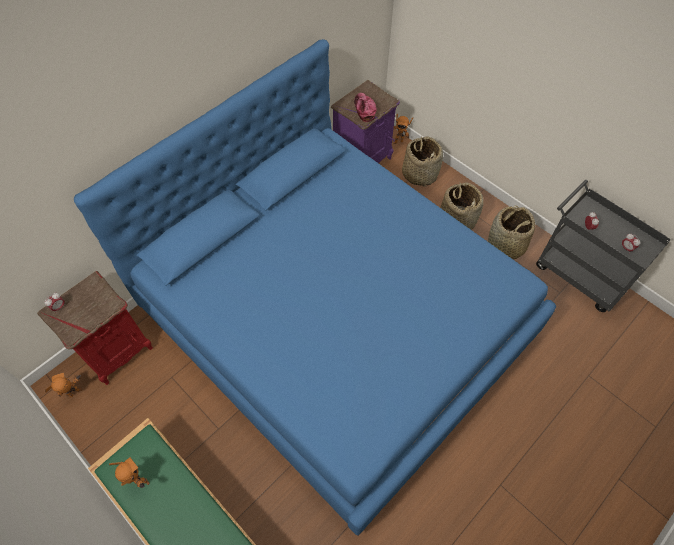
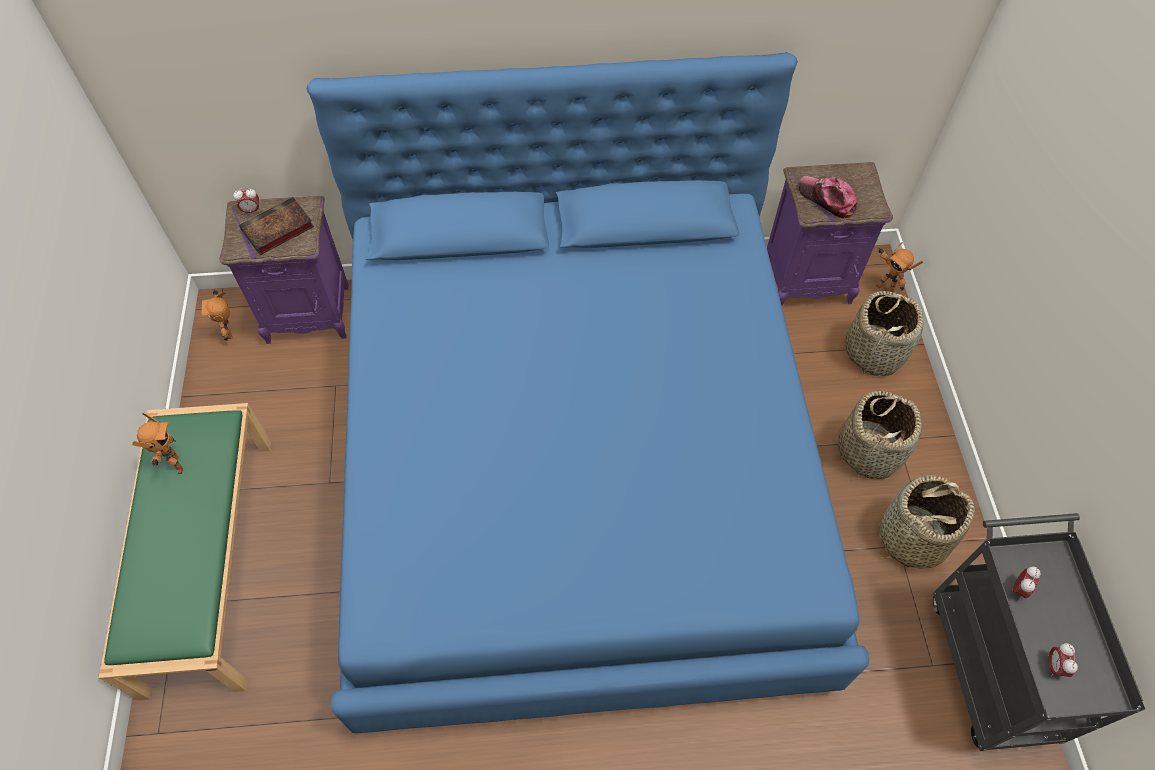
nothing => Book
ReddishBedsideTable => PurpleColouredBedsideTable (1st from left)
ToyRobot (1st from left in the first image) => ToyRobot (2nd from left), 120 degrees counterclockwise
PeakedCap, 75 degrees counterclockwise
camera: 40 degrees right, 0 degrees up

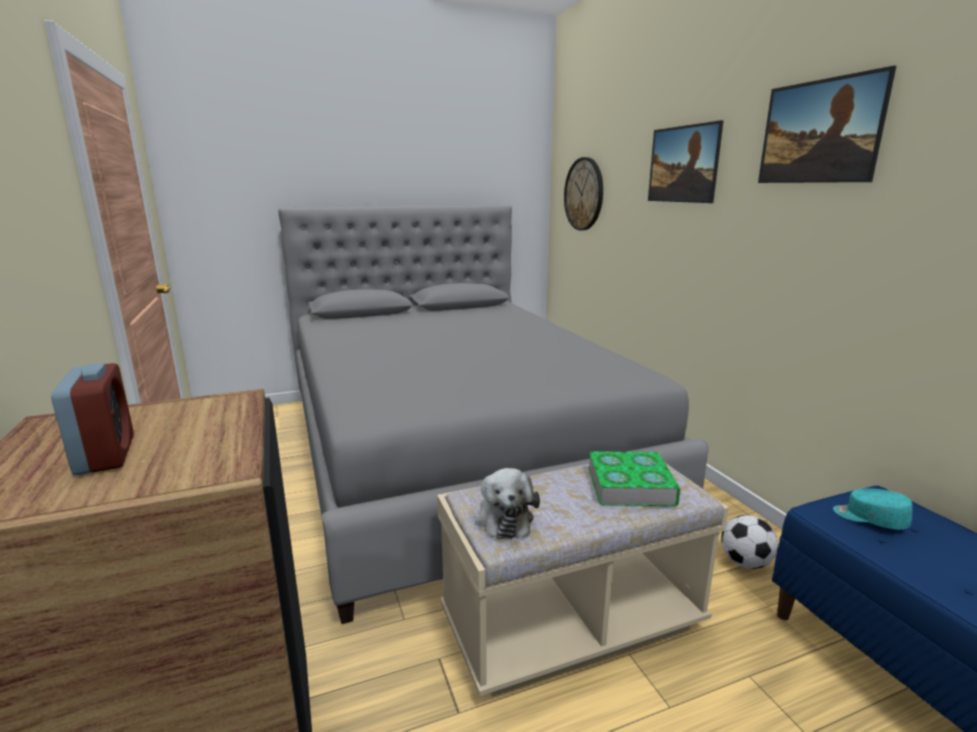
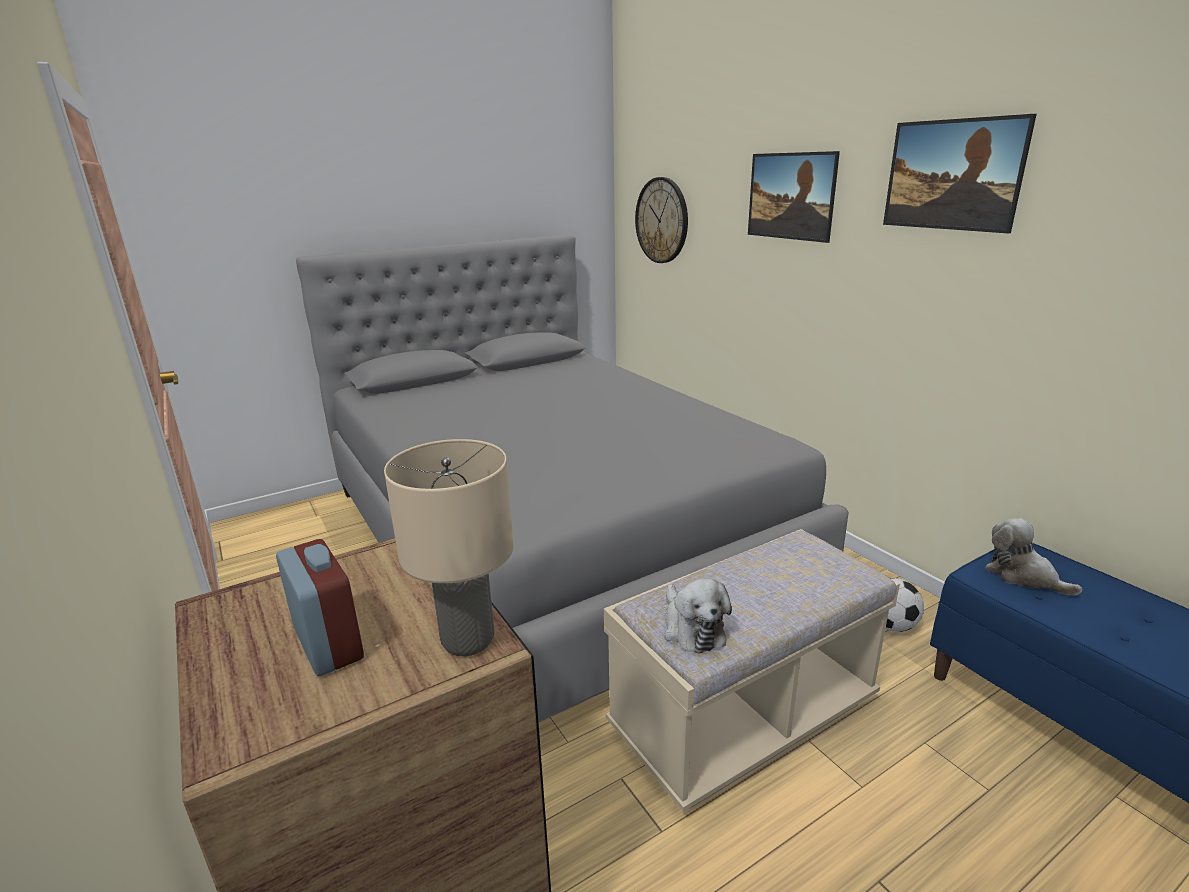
Book => nothing
nothing => BeigeTabletopLamp
BlueGreenPeakedCap => SoftToy (2nd from left)
camera: 10 degrees left, 5 degrees up

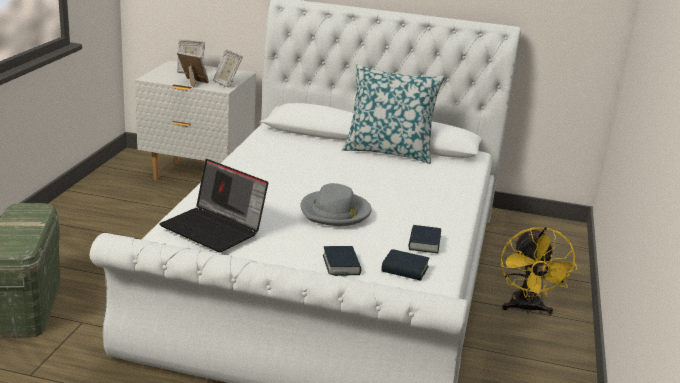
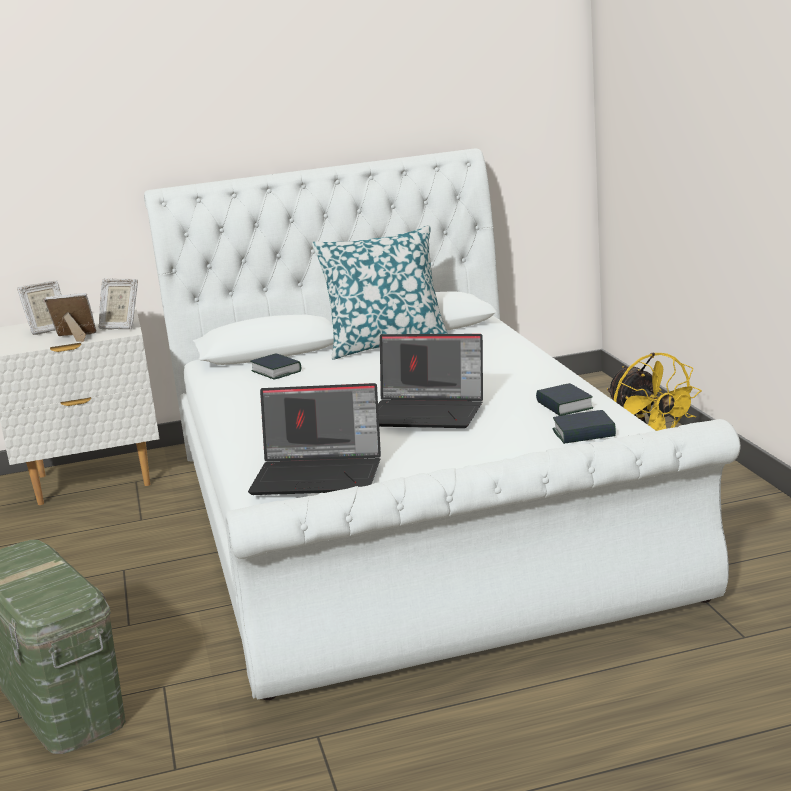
Book (1st from left), moved
GrayClothingHat => PortableComputer (2nd from left)
camera: 25 degrees left, 5 degrees down

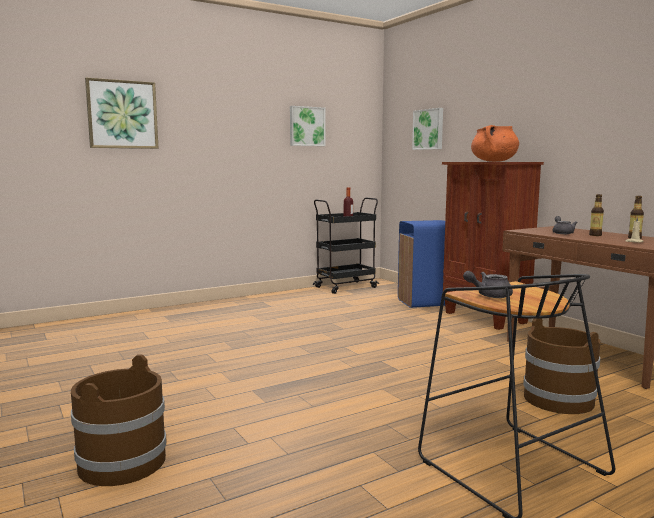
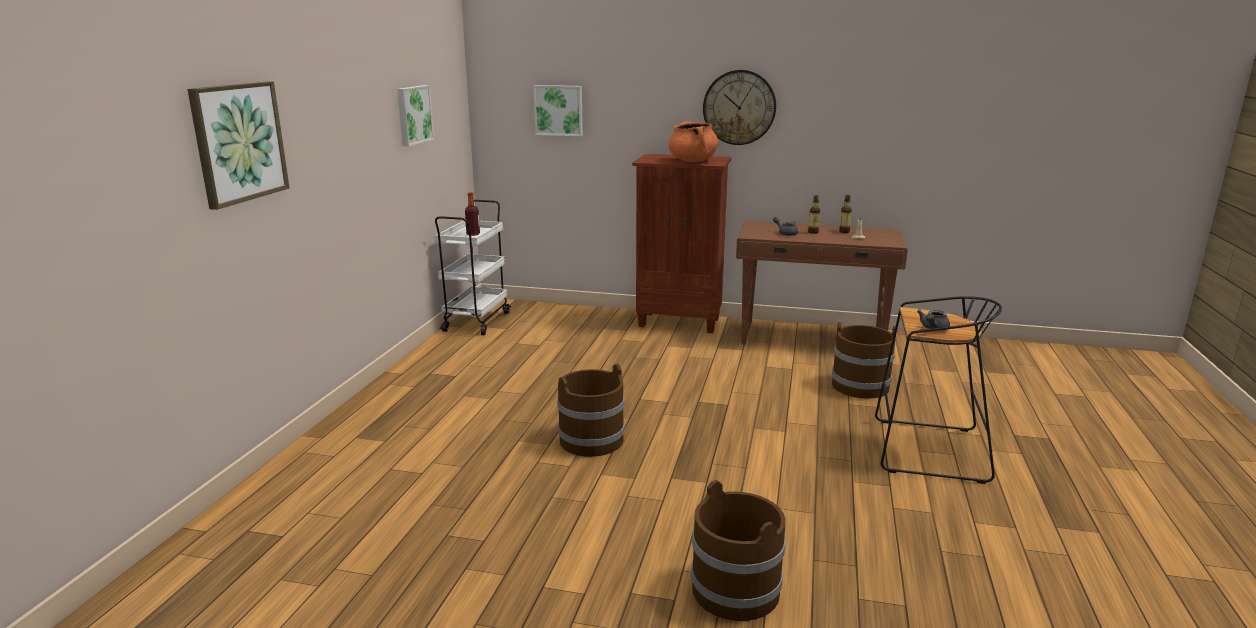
BlueColouredTrashCan => nothing
nothing => BrownPail (1st from left)
nothing => ClockOnTheWall
BlackishCart => WhiteCart
camera: 45 degrees left, 10 degrees up

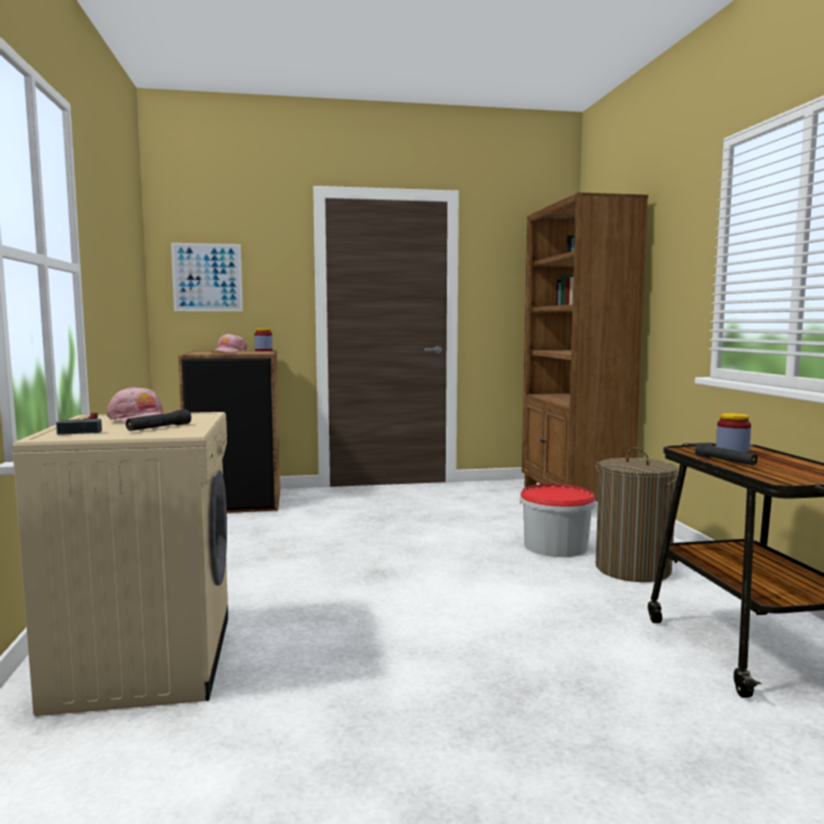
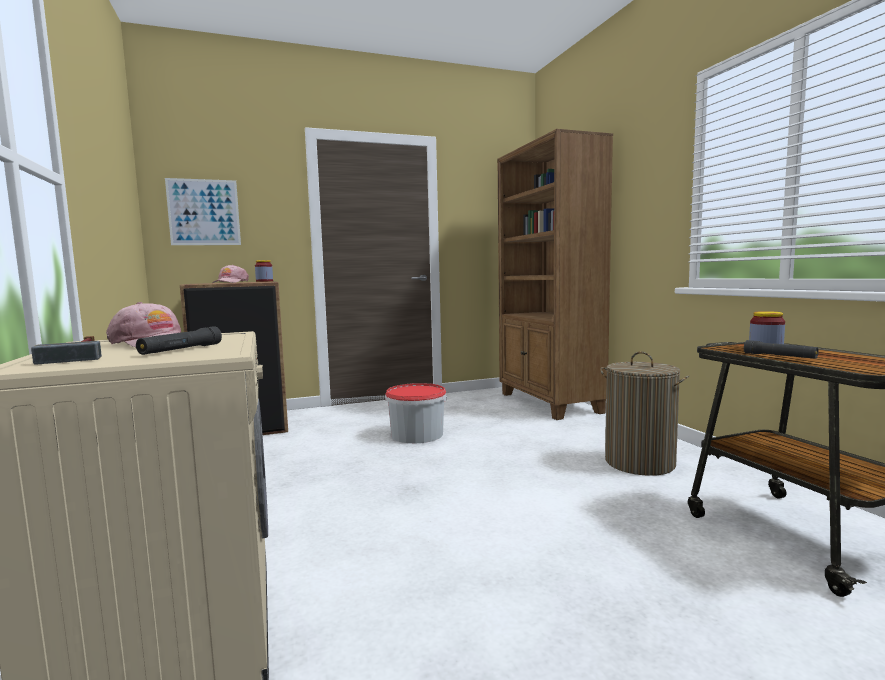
Pail, moved
camera: 10 degrees left, 0 degrees up

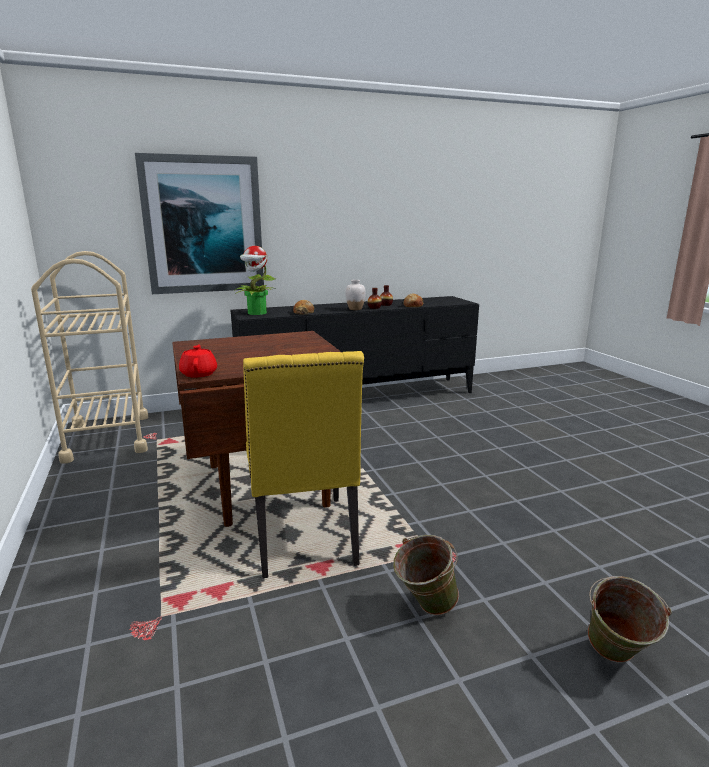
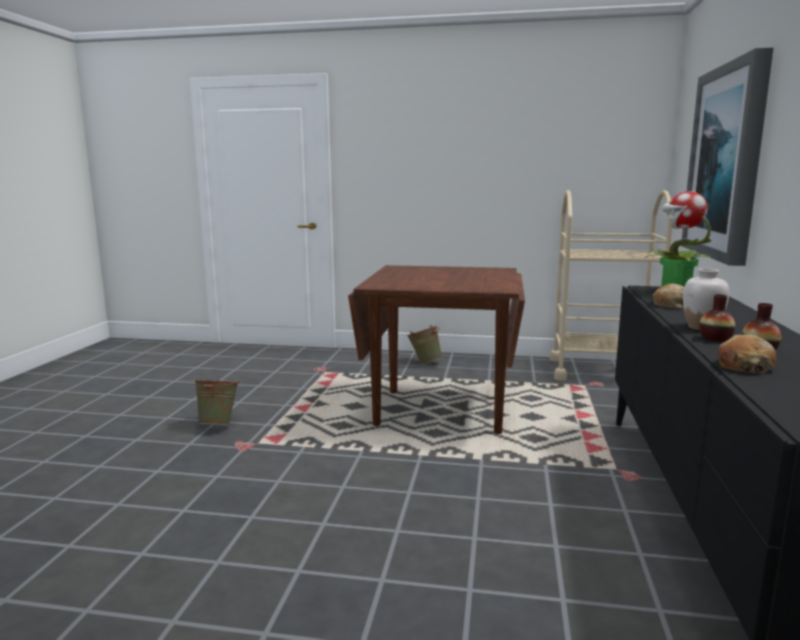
ReddishTeaPot => nothing
YellowPlainChair => nothing
GreenishPail (2nd from left), moved
camera: 120 degrees right, 5 degrees down

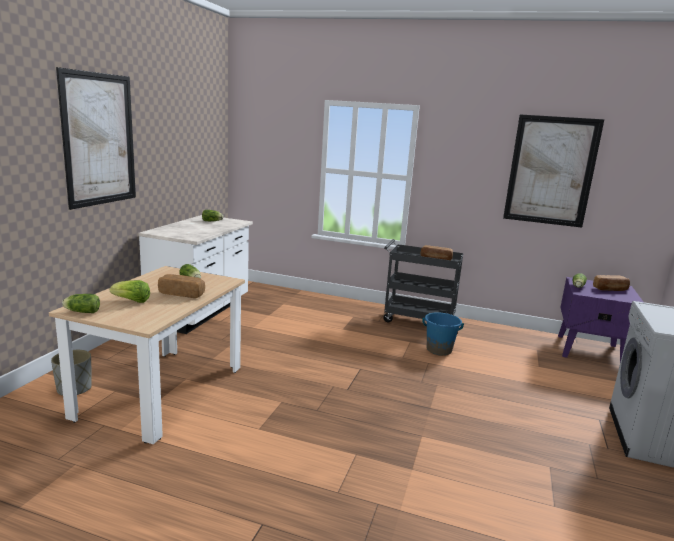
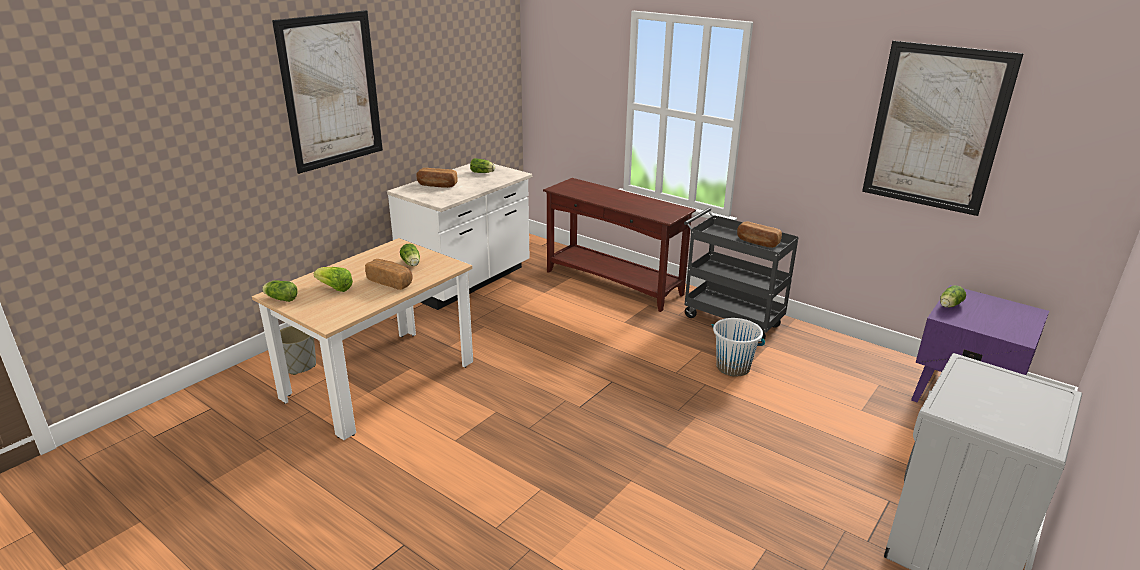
nothing => BrownHallTable
BakedBread (3rd from left in the first image) => BakedBread (2nd from left), moved
BlueColouredPail => WhitePail
camera: 20 degrees right, 10 degrees up

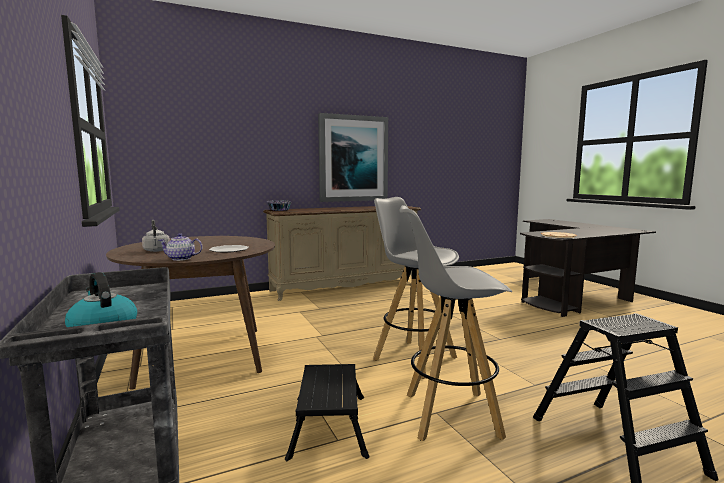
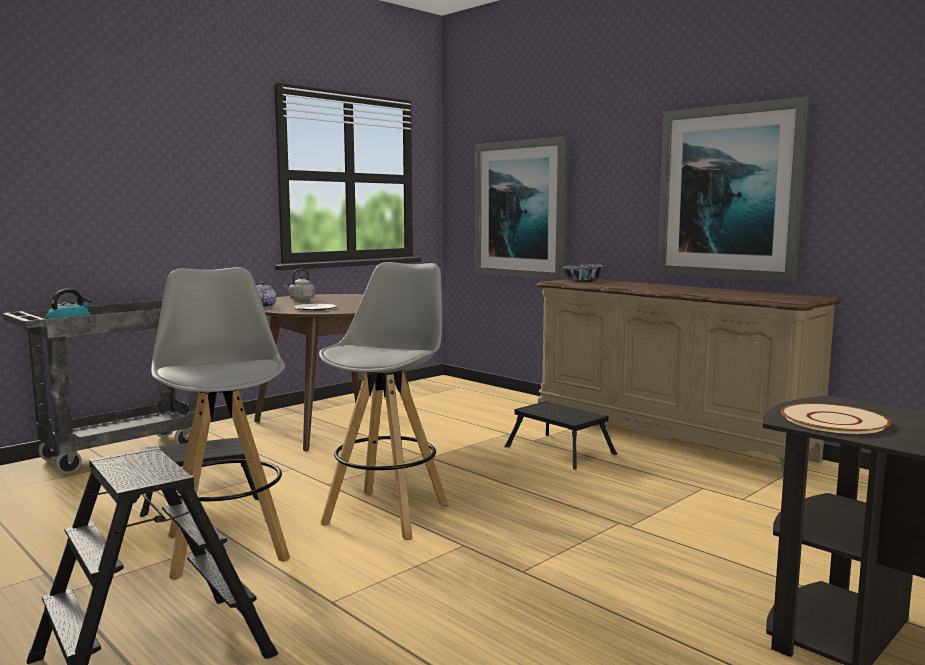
nothing => WallArt (1st from left)
nothing => BlackishStepStool (3rd from left)
camera: 70 degrees right, 0 degrees up

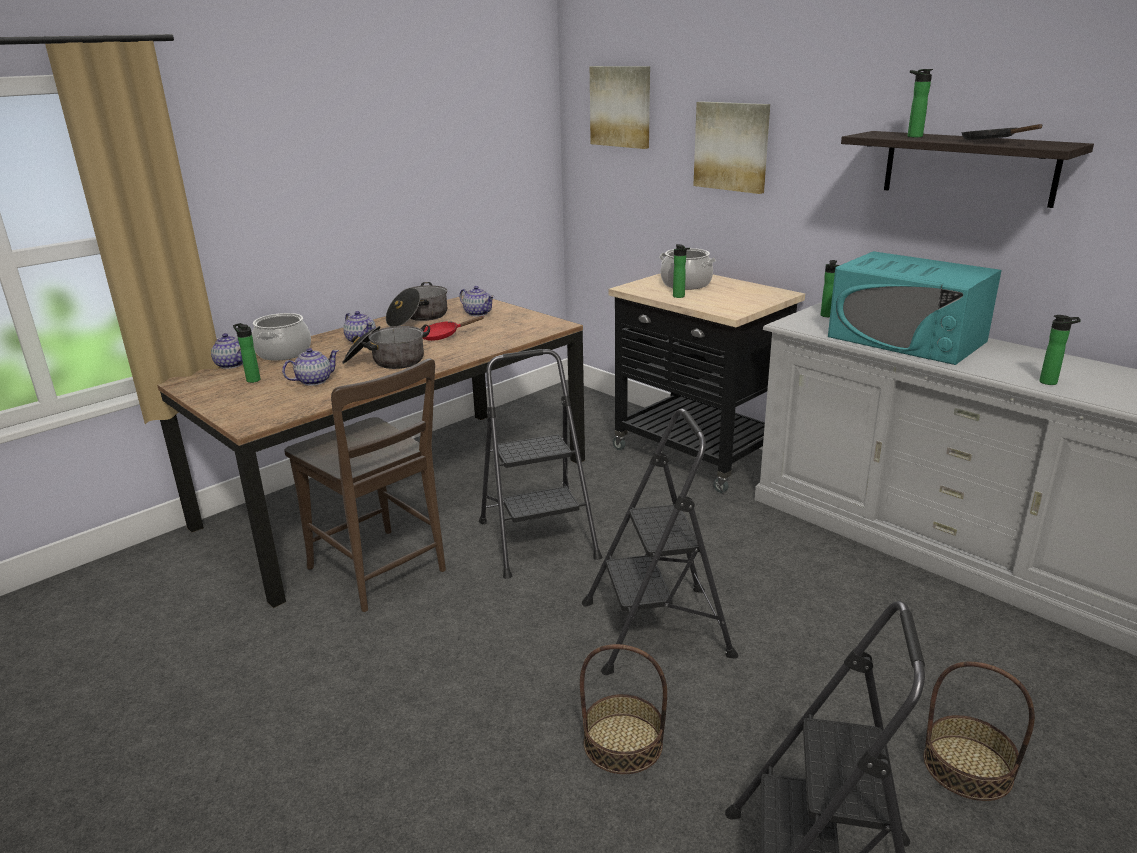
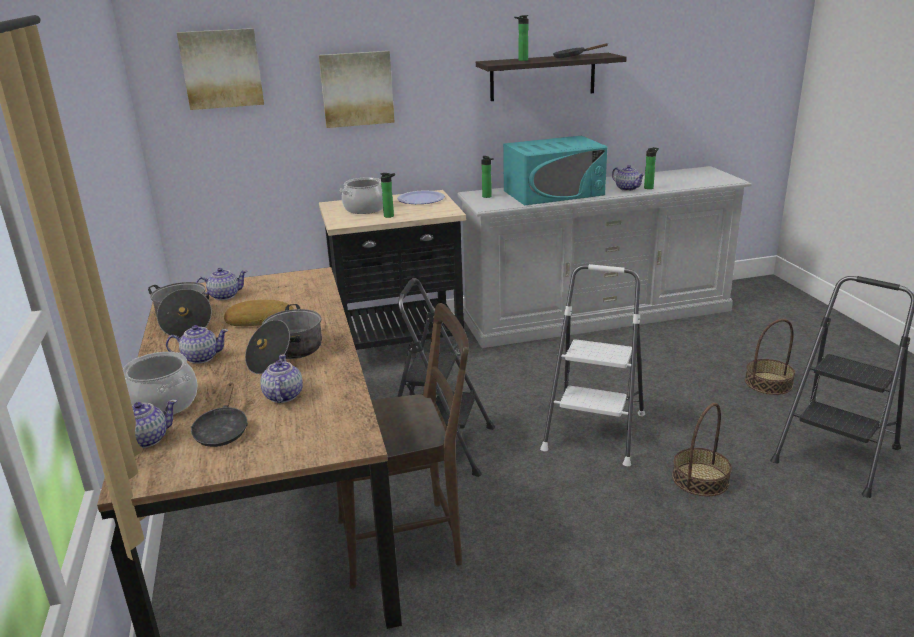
nothing => Plate
nothing => TeaPot (5th from left)
Bottle (1st from left) => BlackishSkillet (1st from left)
ReddishSkillet => BakedBread
BlackishStepStool (2nd from left) => WhiteStepStool
camera: 60 degrees left, 0 degrees up

